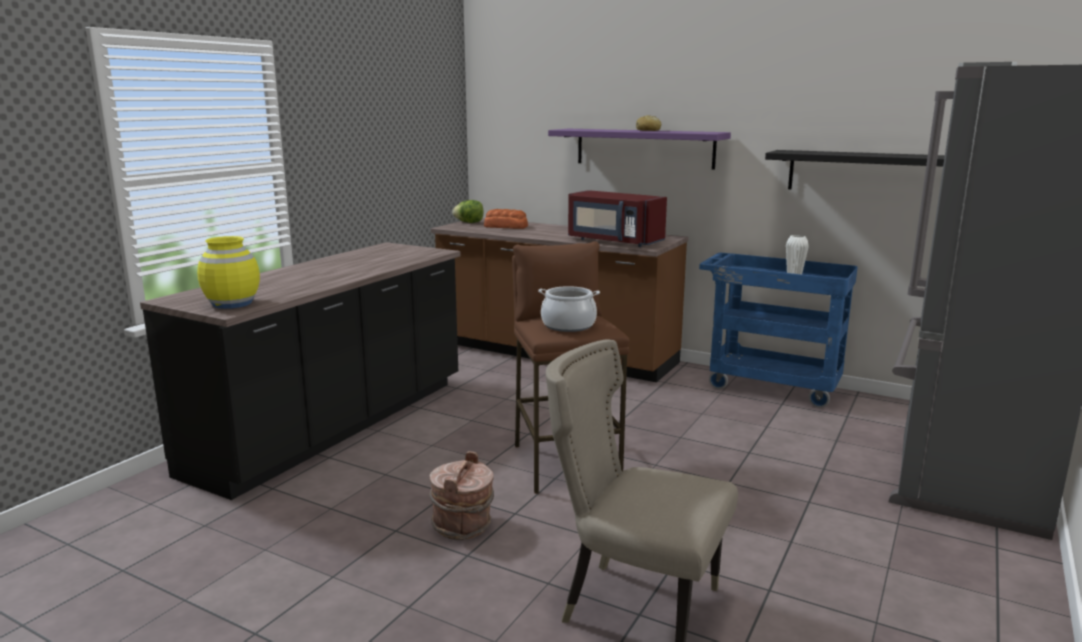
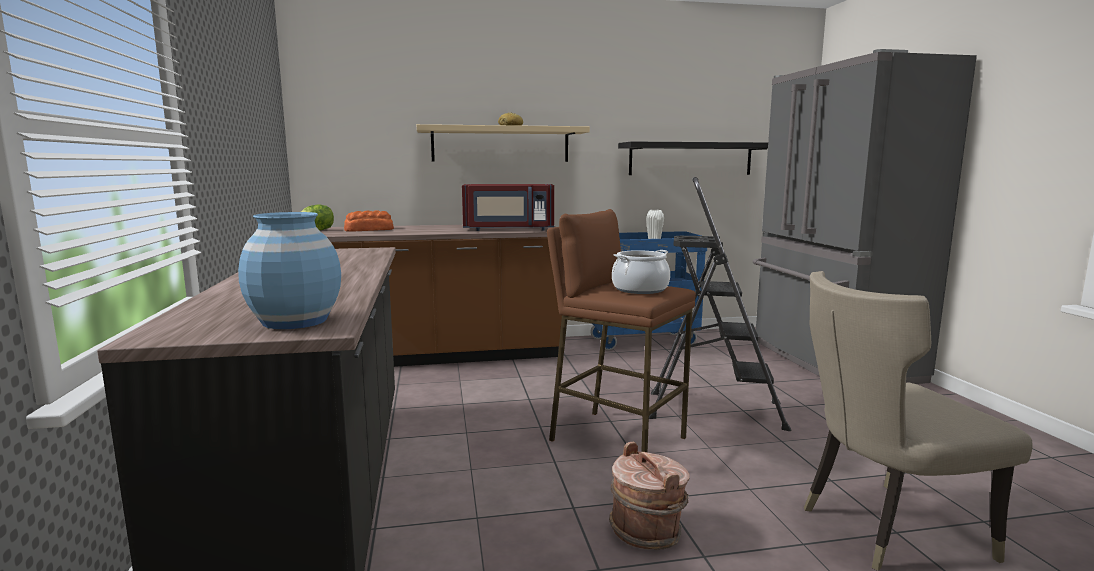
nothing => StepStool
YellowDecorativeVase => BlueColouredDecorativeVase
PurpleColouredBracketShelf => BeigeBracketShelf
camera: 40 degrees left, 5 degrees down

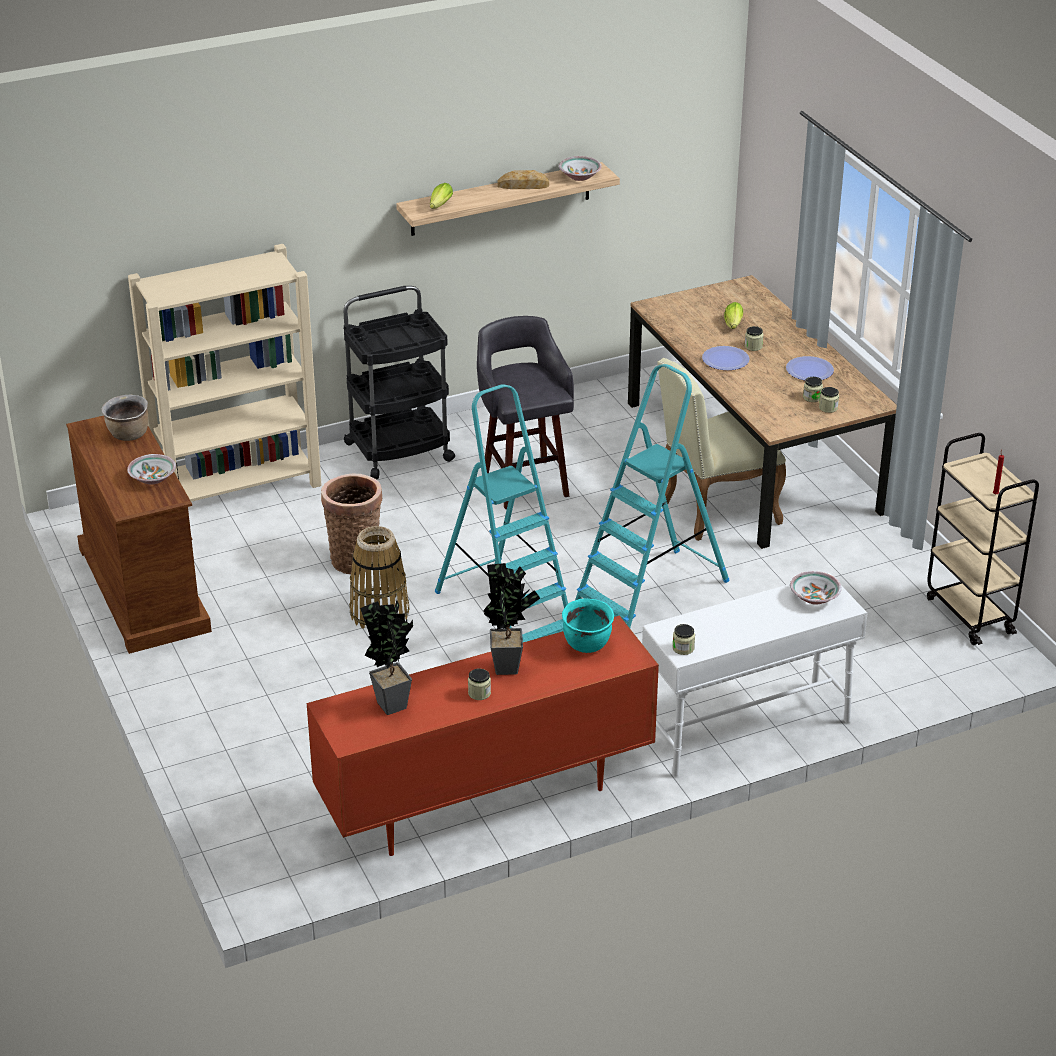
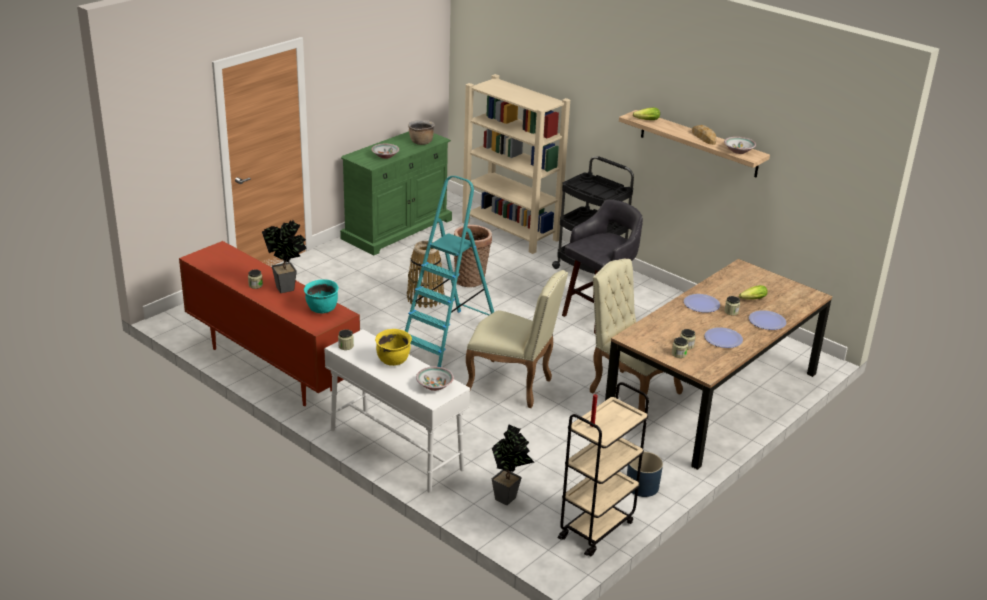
nothing => YellowCookingPot
nothing => BlueColouredFlowerPot
nothing => Plate (3rd from left)
PottedPlant (1st from left in the first image) => PottedPlant (2nd from left), moved
BlueGreenStepStool (2nd from left) => BeigePlainChair (1st from left)
BrownDresser => GreenishDresser
camera: 65 degrees right, 5 degrees down

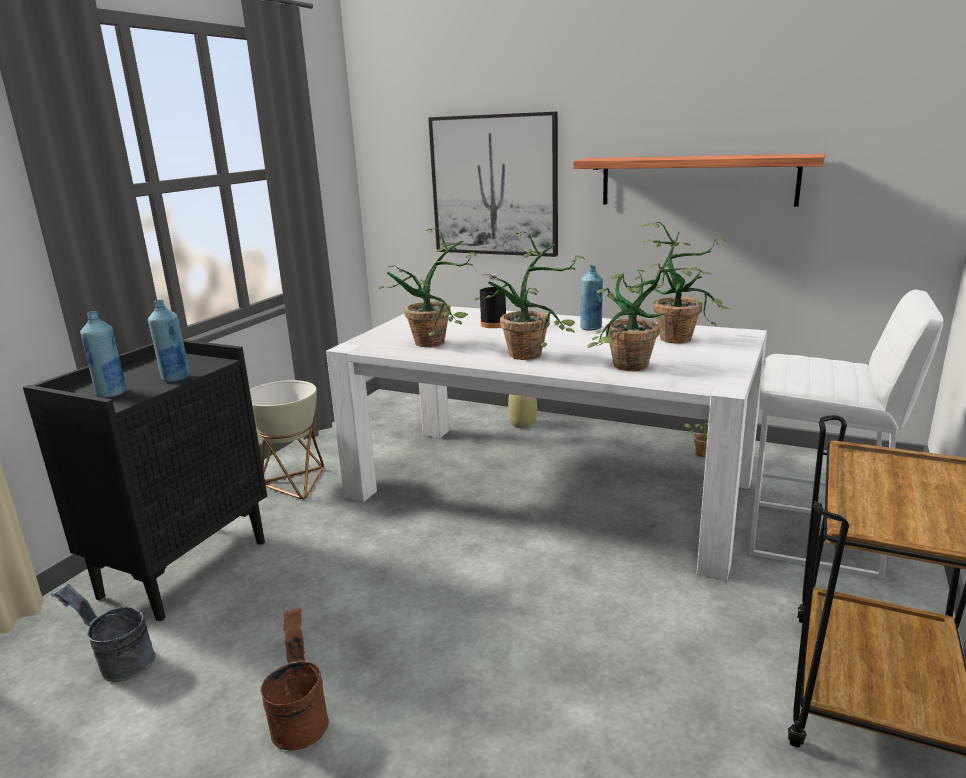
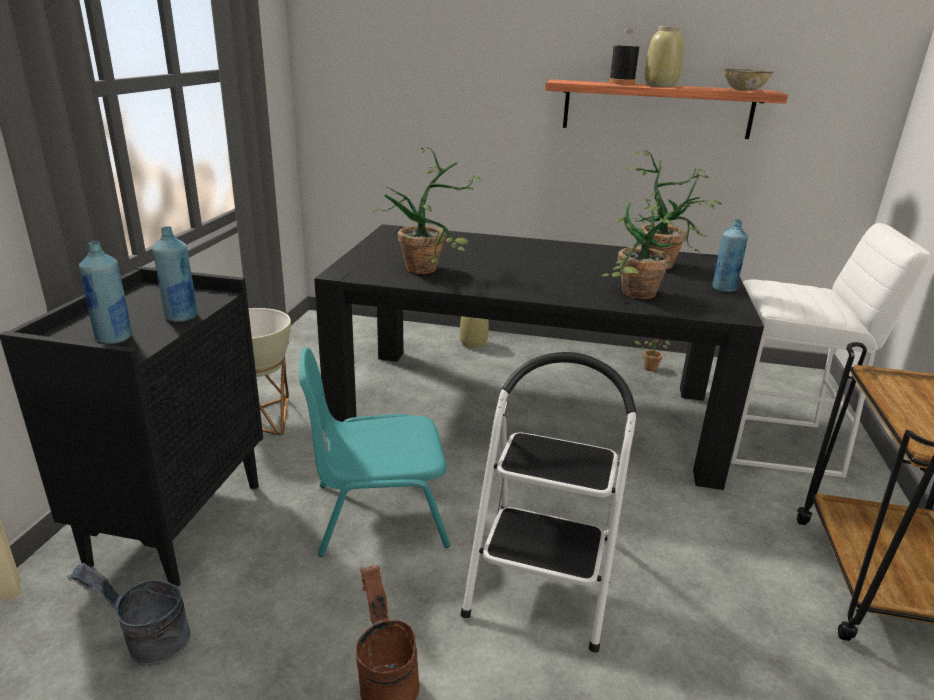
WallArt => nothing
PottedPlant (2nd from left) => nothing
nothing => BlueGreenPlainChair
nothing => StepStool
nothing => BeigeDecorativeVase (2nd from left)
nothing => DeepDish
BlackishBottle, moved
BlueColouredBottle (3rd from left), moved
WhiteDinnerTable => BlackishDinnerTable
camera: 15 degrees left, 5 degrees up

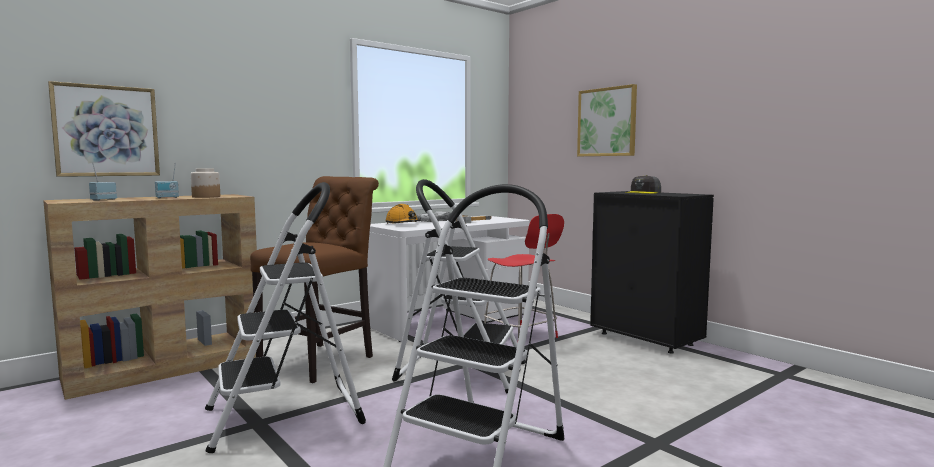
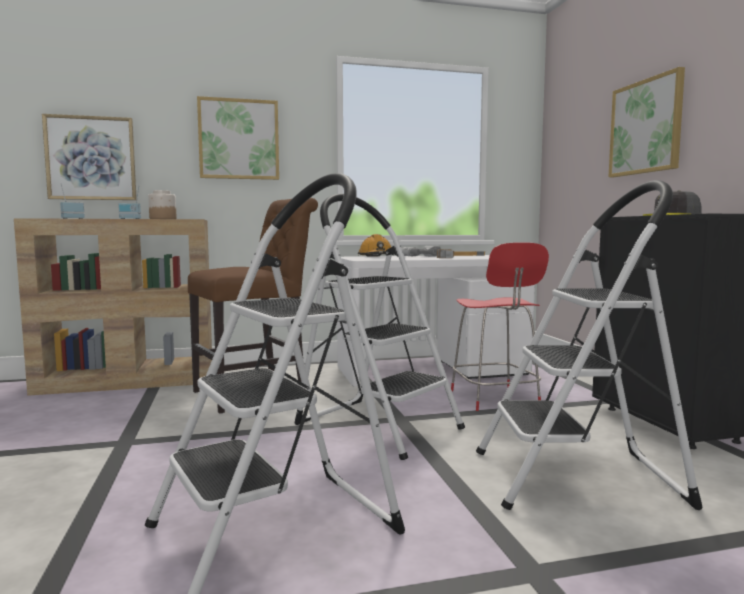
nothing => WallArt (2nd from left)
StepStool (1st from left in the first image) => StepStool (3rd from left), moved
camera: 25 degrees right, 0 degrees up

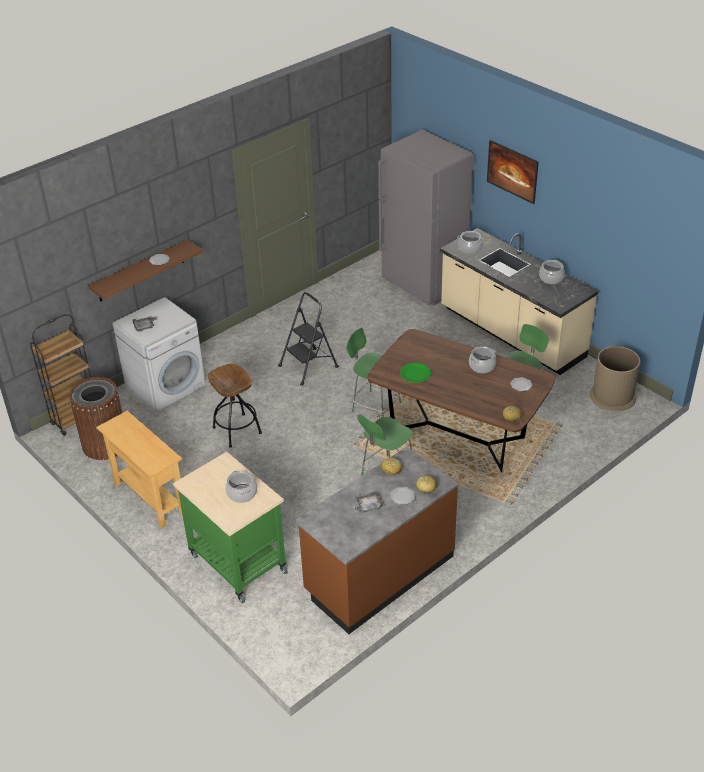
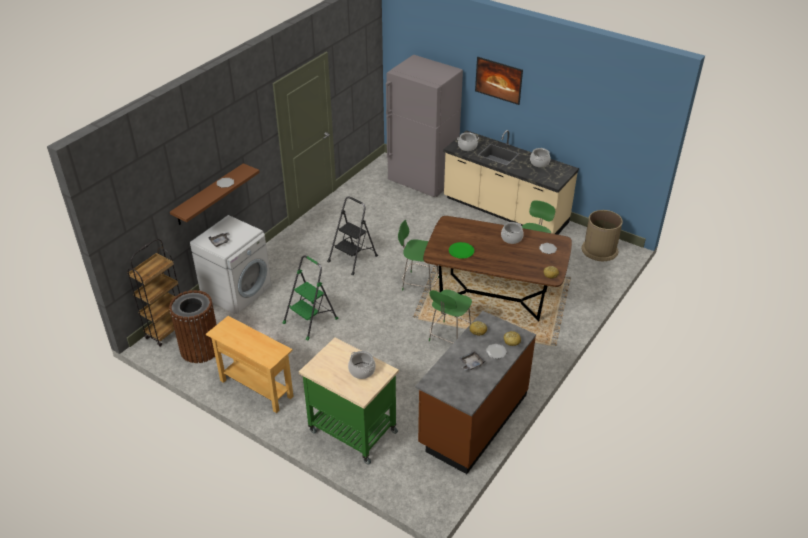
BrownSittingStool => GreenishStepStool
camera: 15 degrees left, 0 degrees up

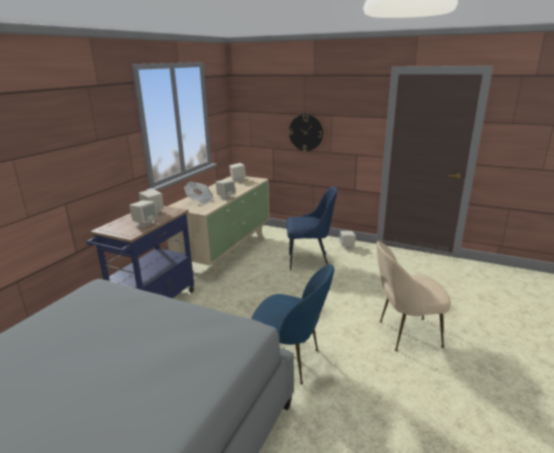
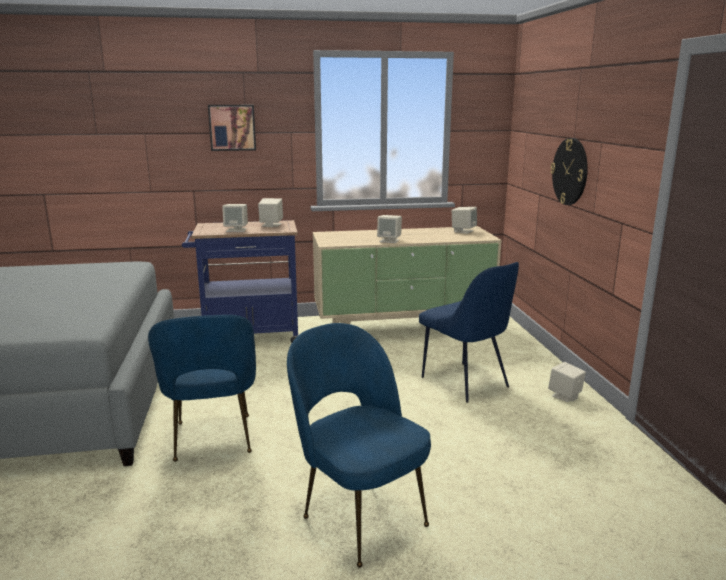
Newspaper => nothing
nothing => WallArt
BeigePlainChair => BlueColouredPlainChair (2nd from left)
camera: 55 degrees right, 5 degrees down

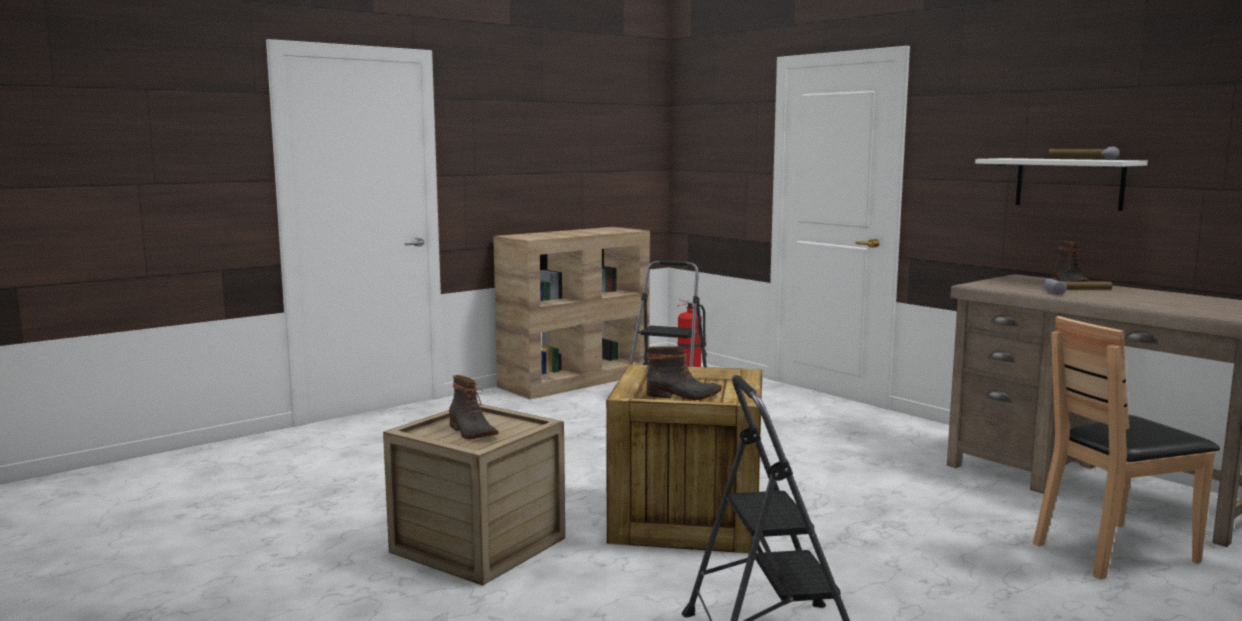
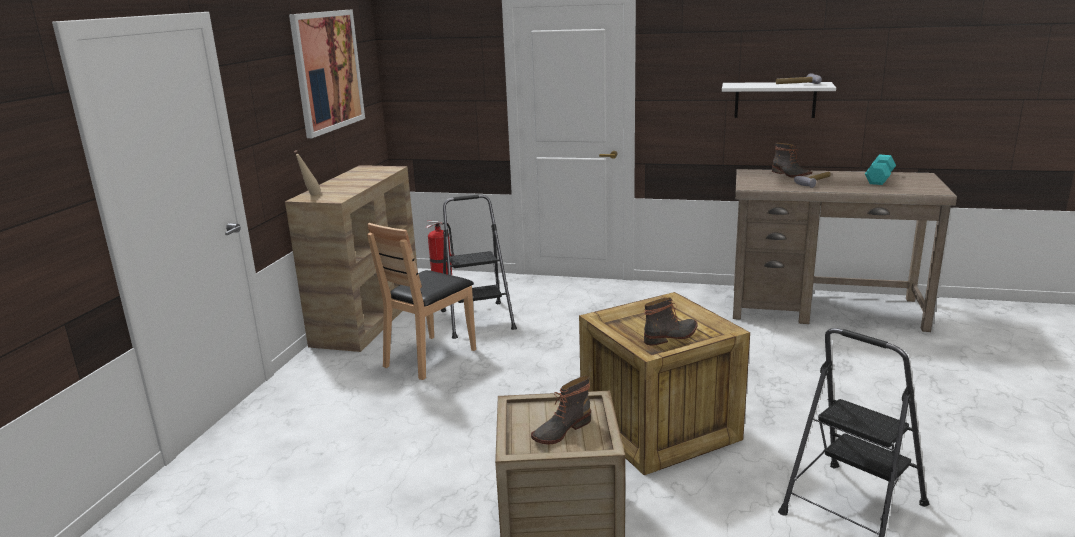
nothing => WallArt
nothing => BeigeBottle
nothing => BlueGreenHandWeight
BrownPlainChair, moved
HighTopBoot (1st from left), 120 degrees clockwise
camera: 35 degrees left, 10 degrees up

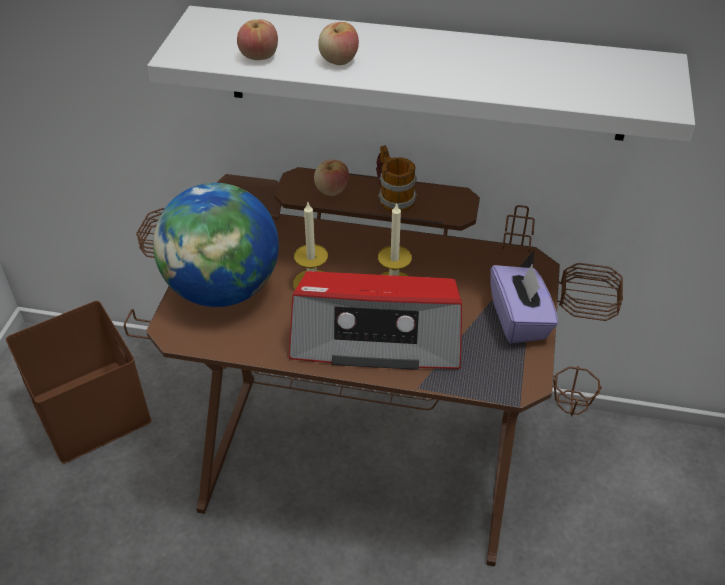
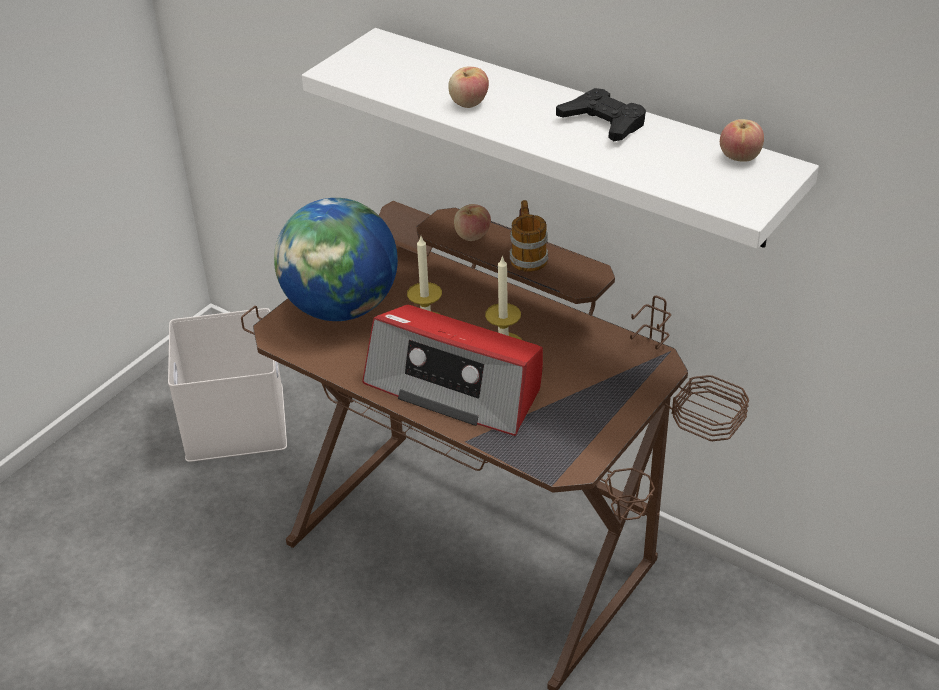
PurpleColouredTissueBox => nothing
nothing => BlackishGamepad
AppleFruit (1st from left in the first image) => AppleFruit (3rd from left), moved
BrownStorageBox => WhiteStorageBox
camera: 25 degrees right, 5 degrees down

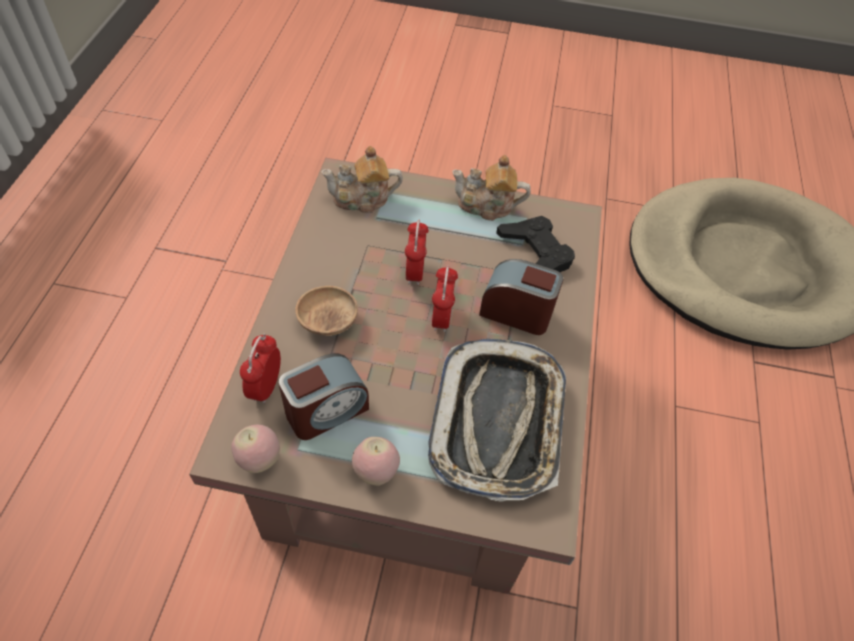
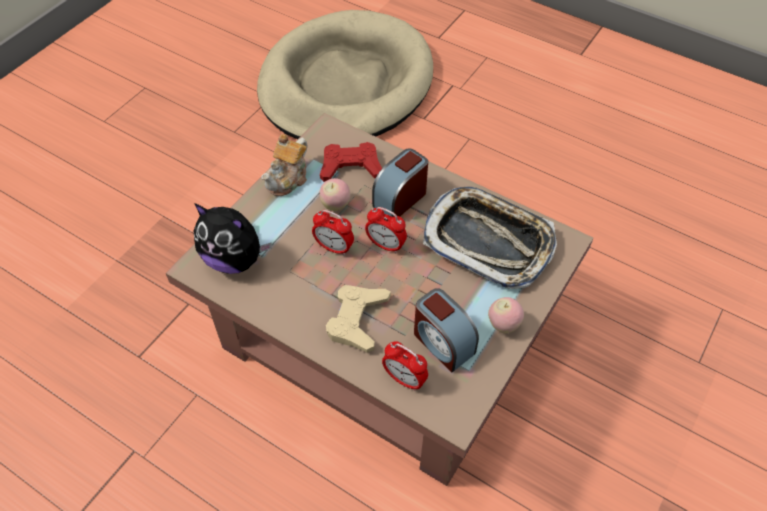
AppleFruit (1st from left), moved
BrownDeepDish => BeigeGamepad
TeaPot (1st from left) => SoftToy
BlackishGamepad => ReddishGamepad
BedsideClock (2nd from left in the first image) => BedsideClock (5th from left), 150 degrees clockwise
camera: 65 degrees left, 0 degrees up

